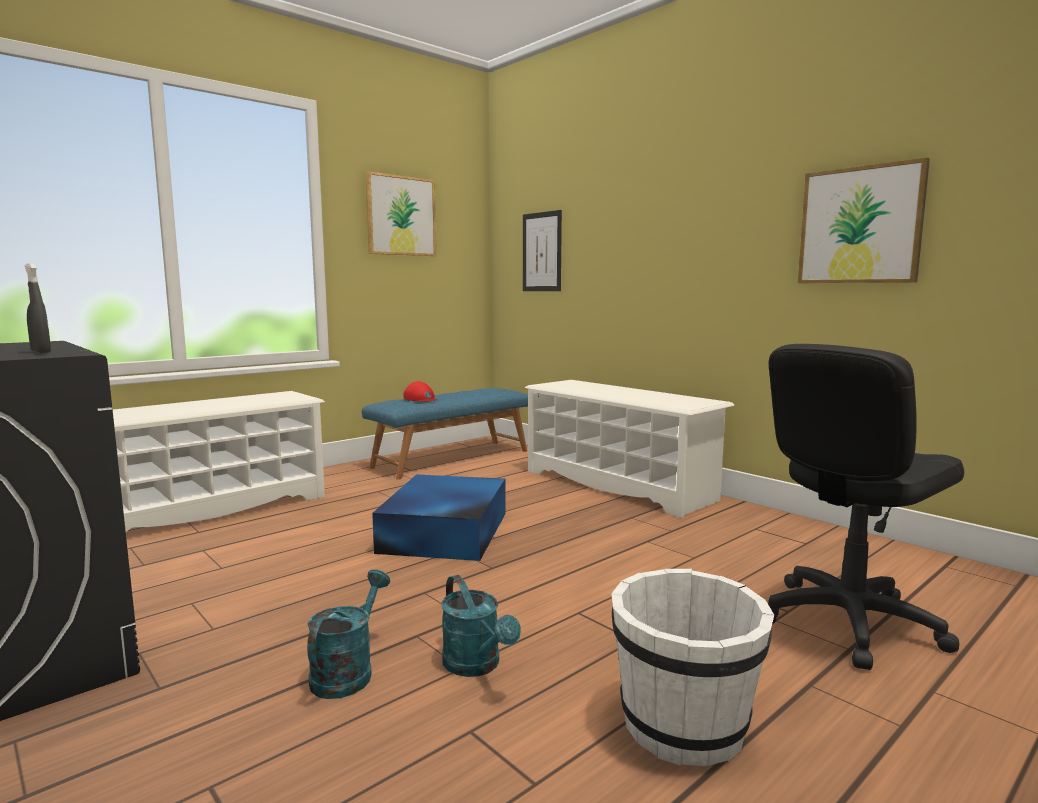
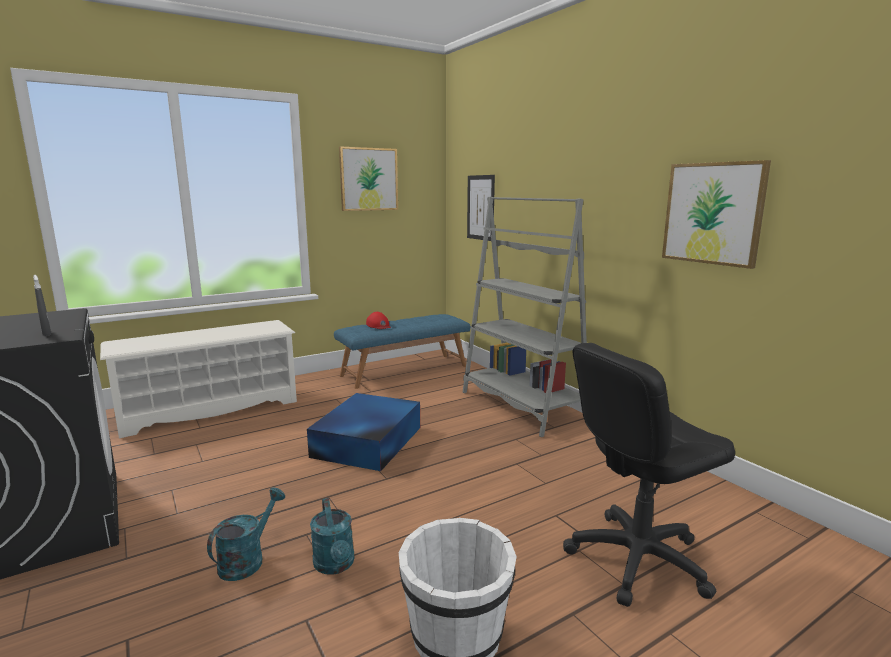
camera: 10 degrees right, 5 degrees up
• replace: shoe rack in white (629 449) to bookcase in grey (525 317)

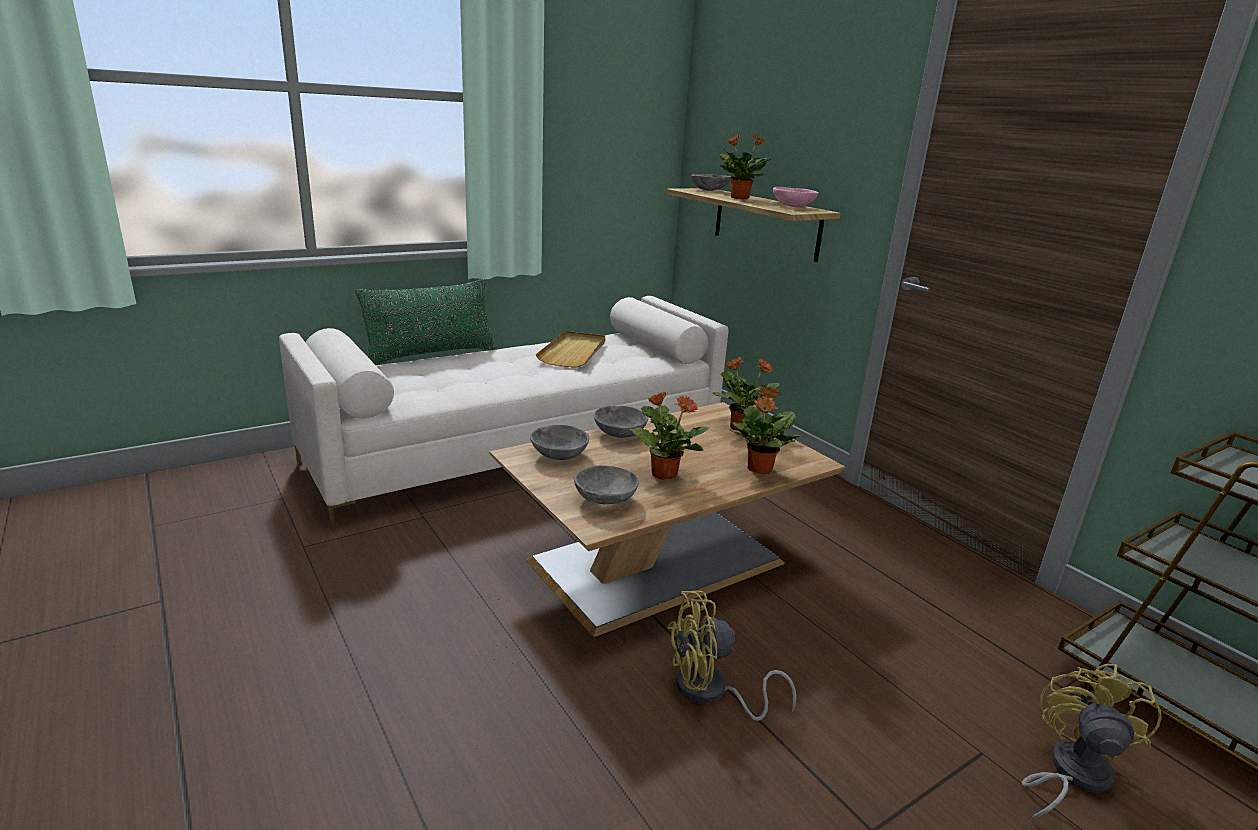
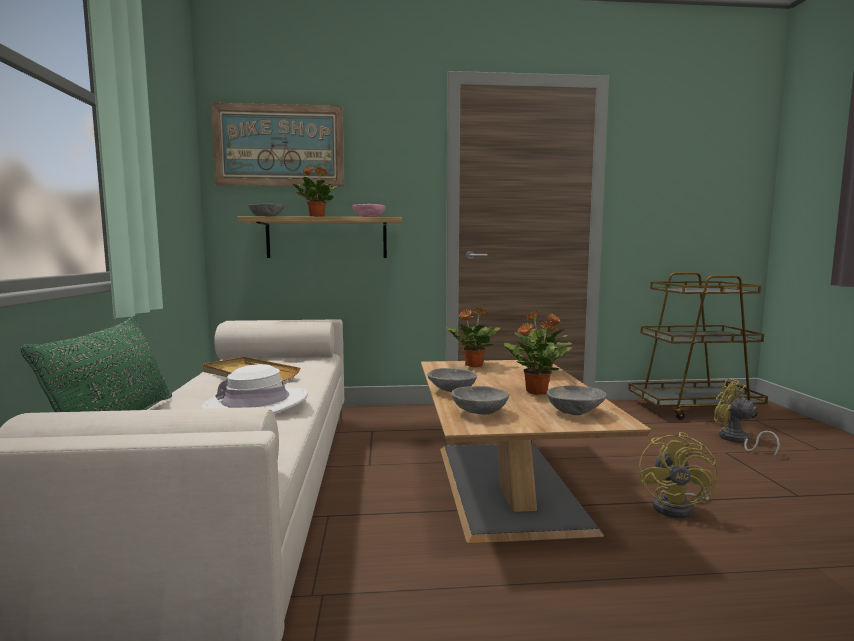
camera: 60 degrees left, 15 degrees down
• insert: hat in white (255 389)
• insert: picture (277 145)

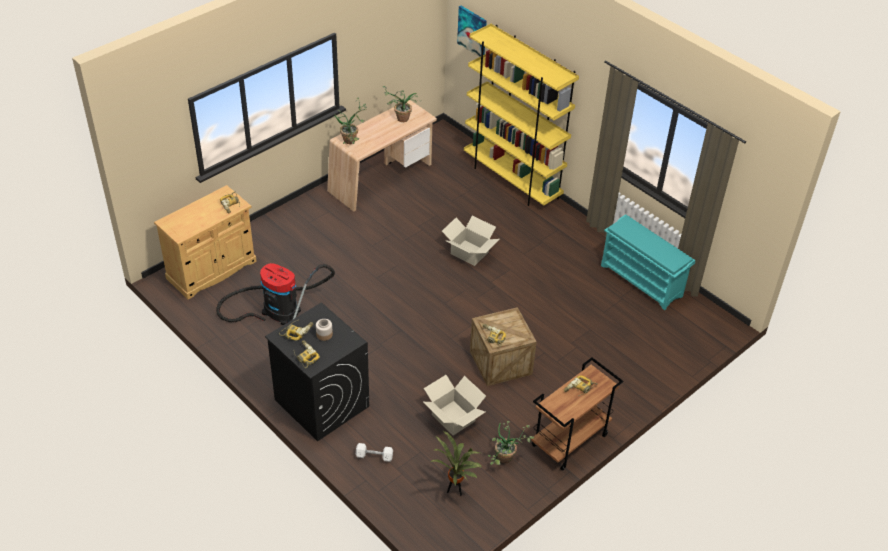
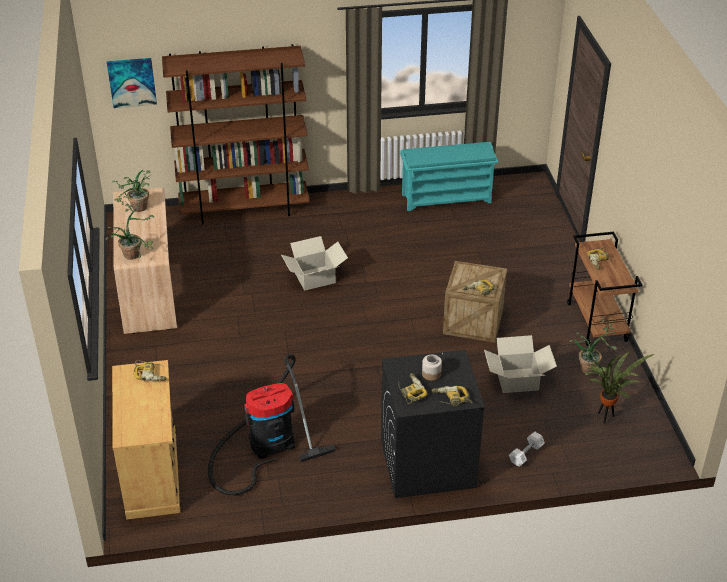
camera: 55 degrees left, 5 degrees down
• recolor: bookcase in yellow (521 115) to bookcase in brown (236 134)

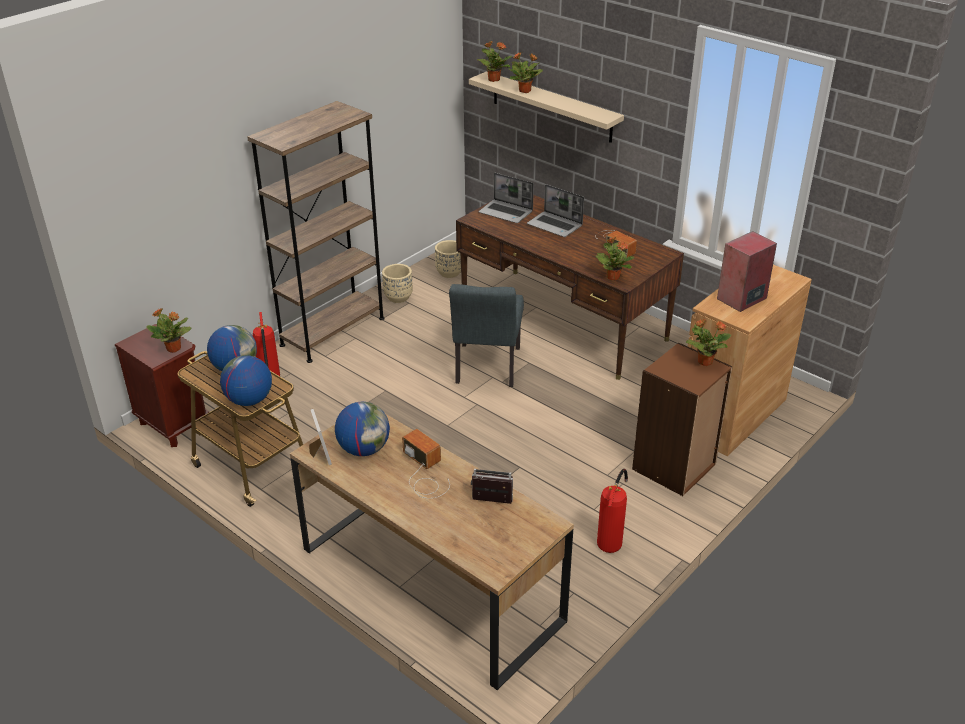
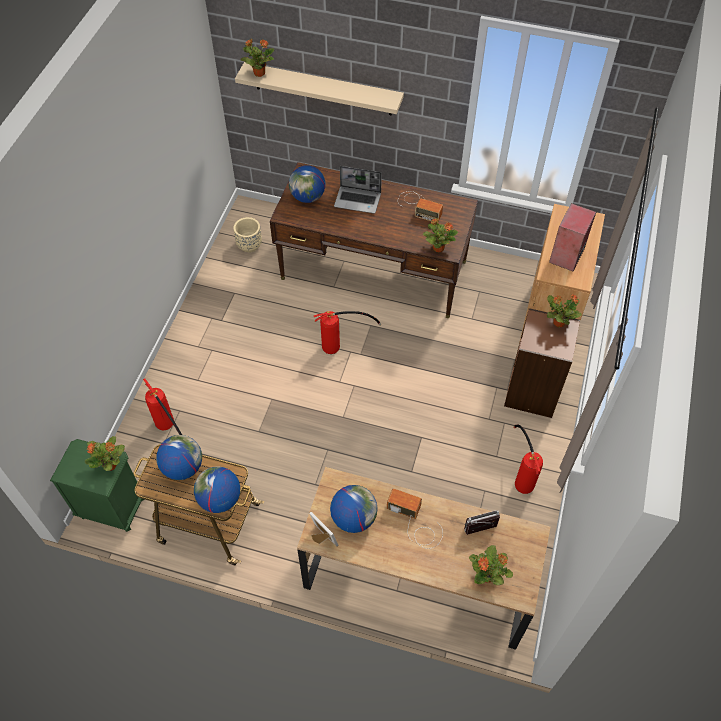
camera: 25 degrees left, 20 degrees up
• recolor: nightstand in brown (161 385) to nightstand in green (97 485)
• delete: bookcase in brown (316 232)
• delete: planter in beige (397 283)
• replace: chair in grey (486 335) to fire extinguisher (347 332)
• replace: laptop (506 198) to globe (307 184)
• move: potted plant (525 72) to (491 565)

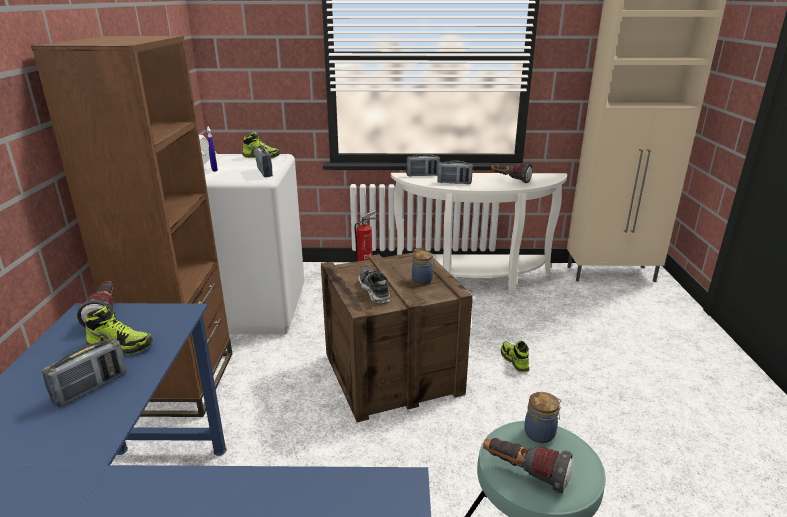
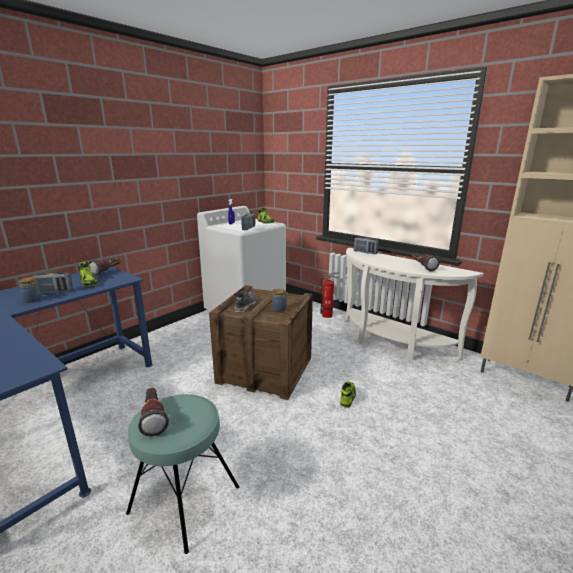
camera: 40 degrees right, 5 degrees down
• delete: bookcase in brown (131 226)
• delete: radio (455 172)
• move: jar (543 417) to (30 290)

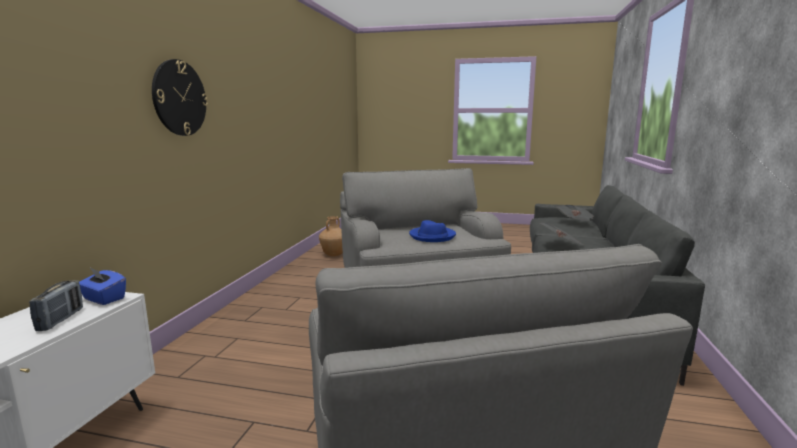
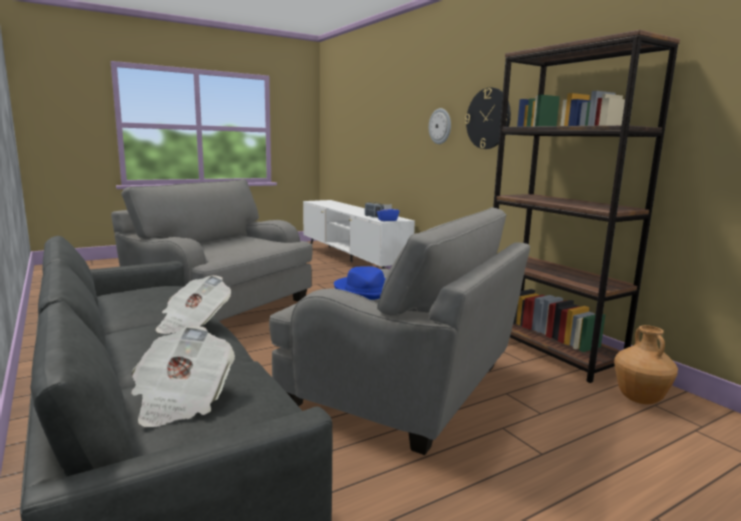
camera: 135 degrees right, 0 degrees up
• insert: wall clock (440 126)
• insert: bookcase in brown (586 206)

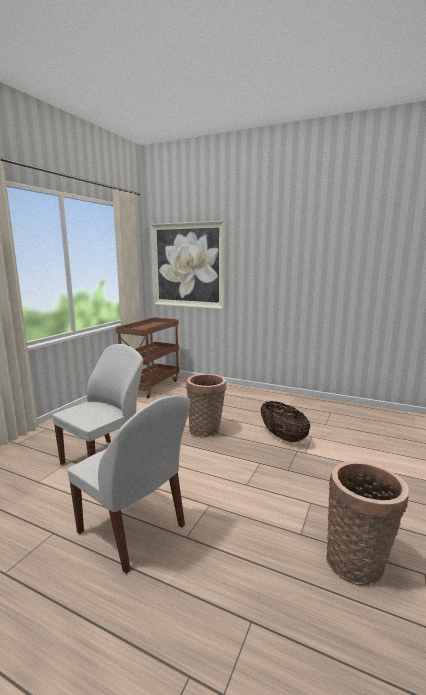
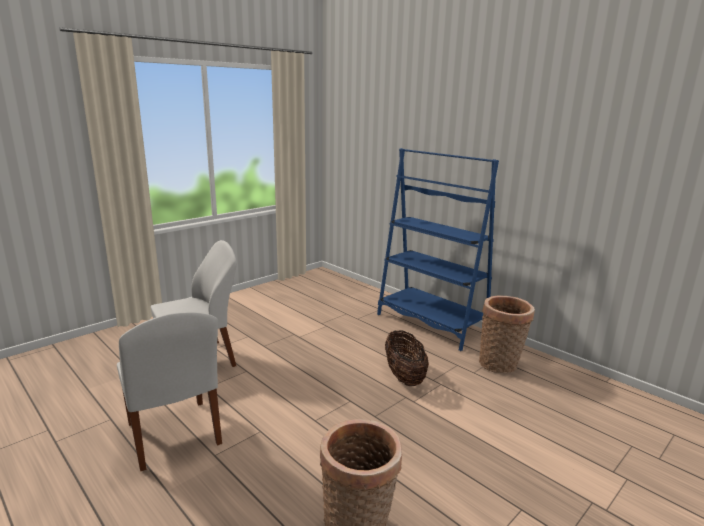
camera: 20 degrees right, 5 degrees up
• delete: cart in brown (148 357)
• delete: picture (188 265)
• move: basket (206 406) to (507 335)
• insert: bookcase in blue (438 249)

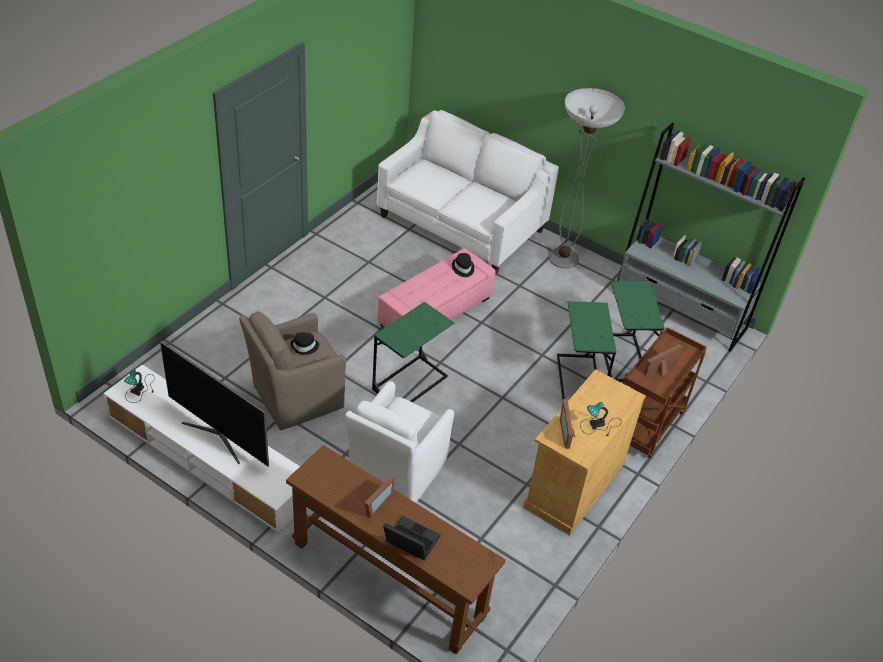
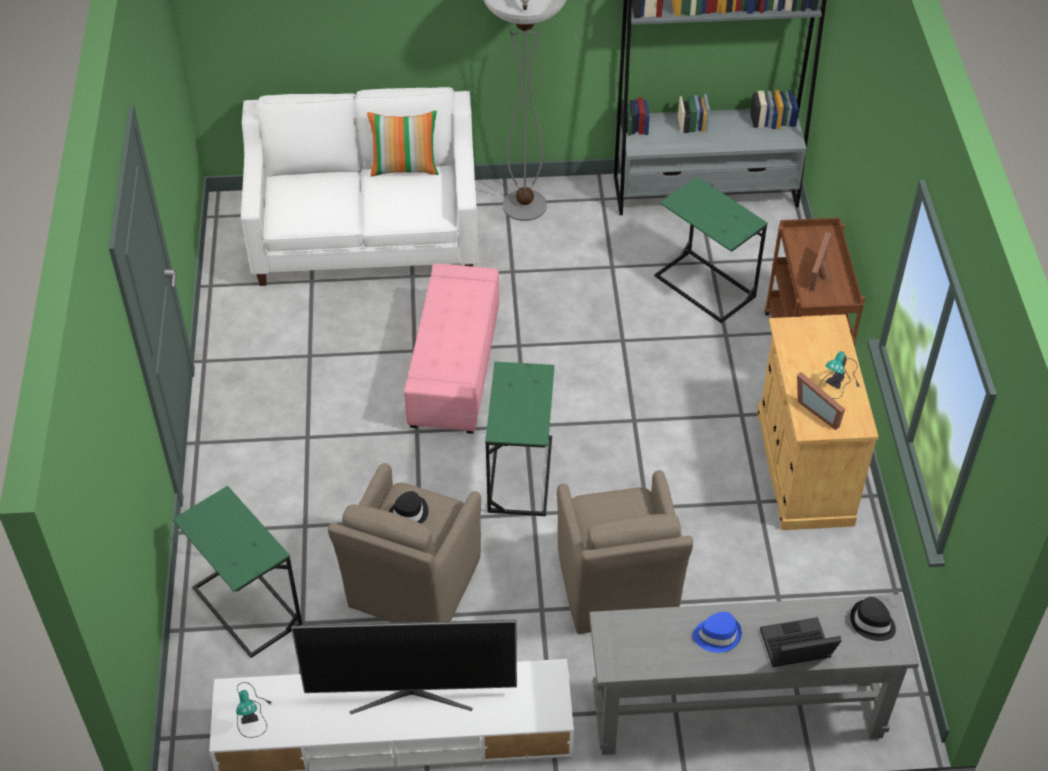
camera: 35 degrees left, 5 degrees up
• recolor: console table in brown (396 550) to console table in grey (754 674)
• recolor: armchair in white (399 442) to armchair in brown (625 552)
• replace: picture frame (379 497) to hat in blue (717 632)
• move: hat in black (463 265) to (873 619)
• move: side table in green (586 350) to (238 572)
• insert: pillow (403 143)

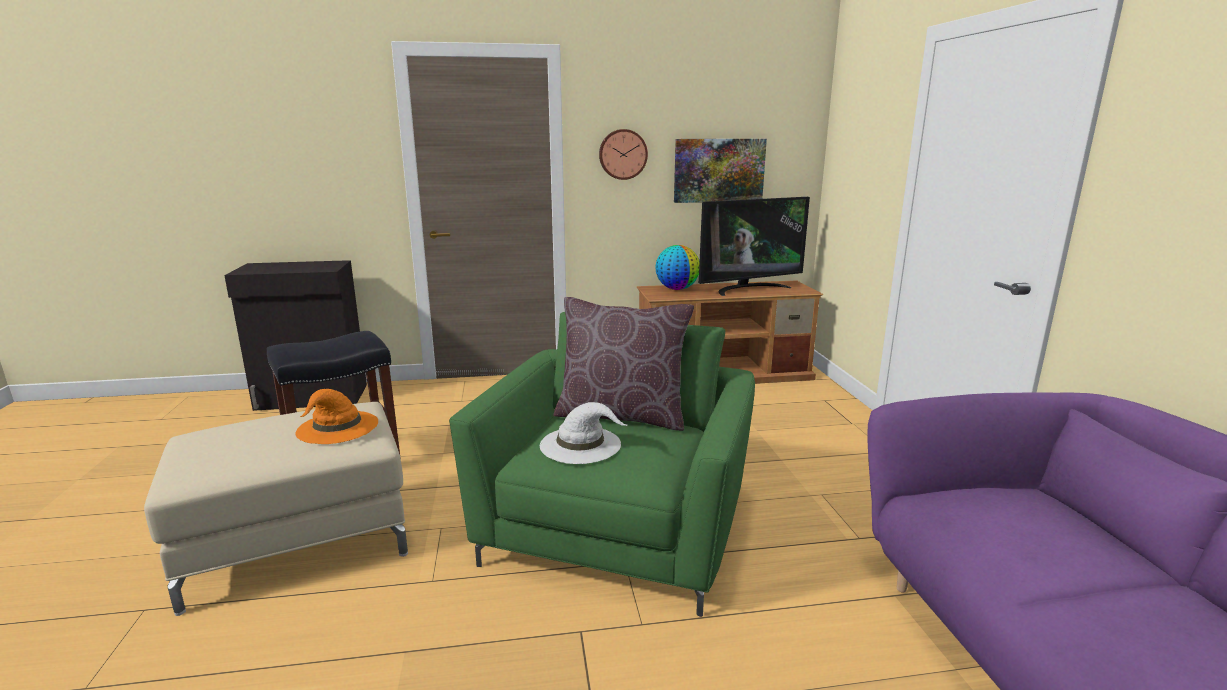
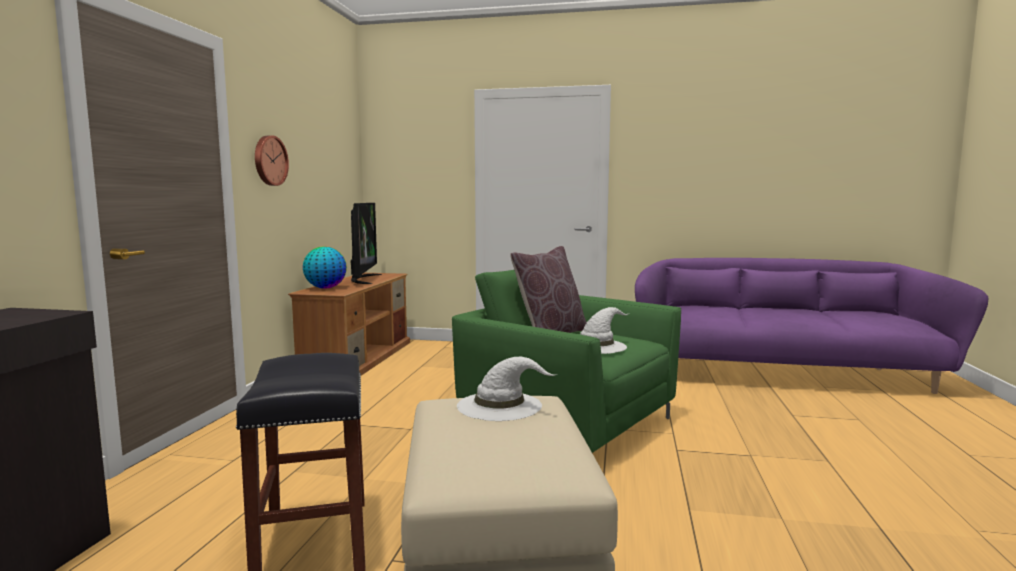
camera: 70 degrees left, 10 degrees down
• recolor: hat in orange (336 416) to hat in white (507 388)
• delete: picture (720 171)

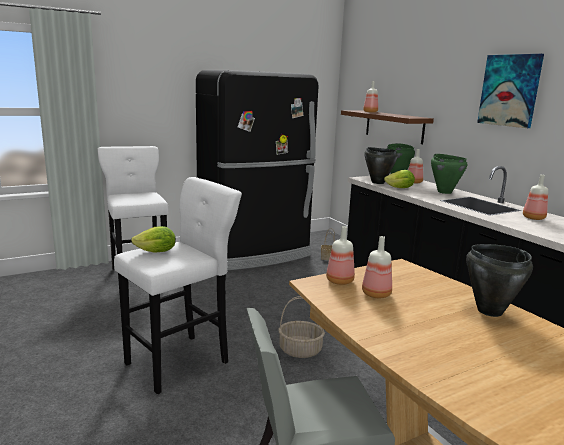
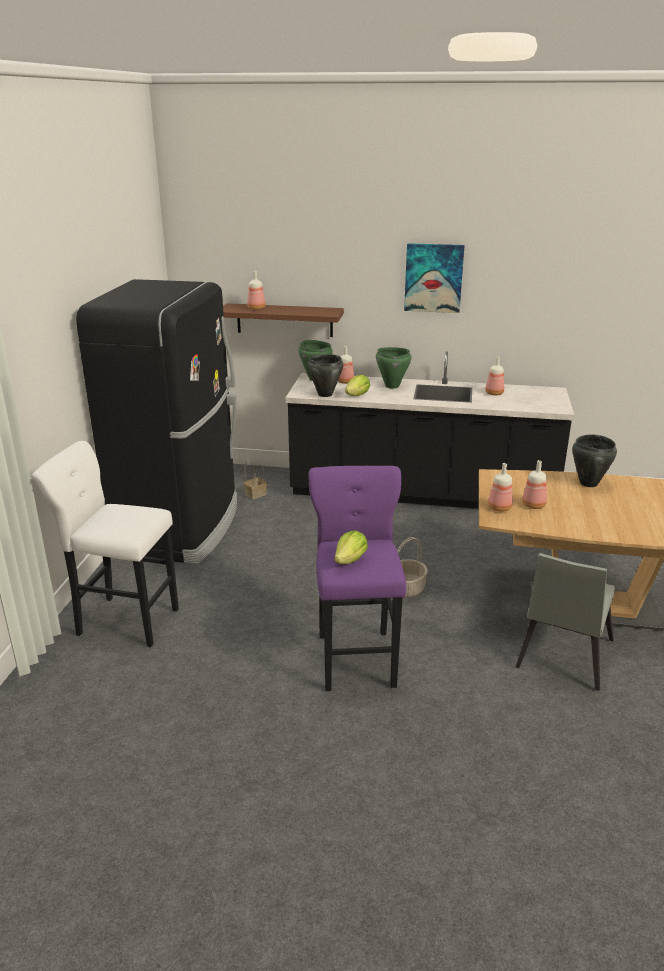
camera: 50 degrees left, 10 degrees up
• recolor: stool in white (178 285) to stool in purple (357 578)

